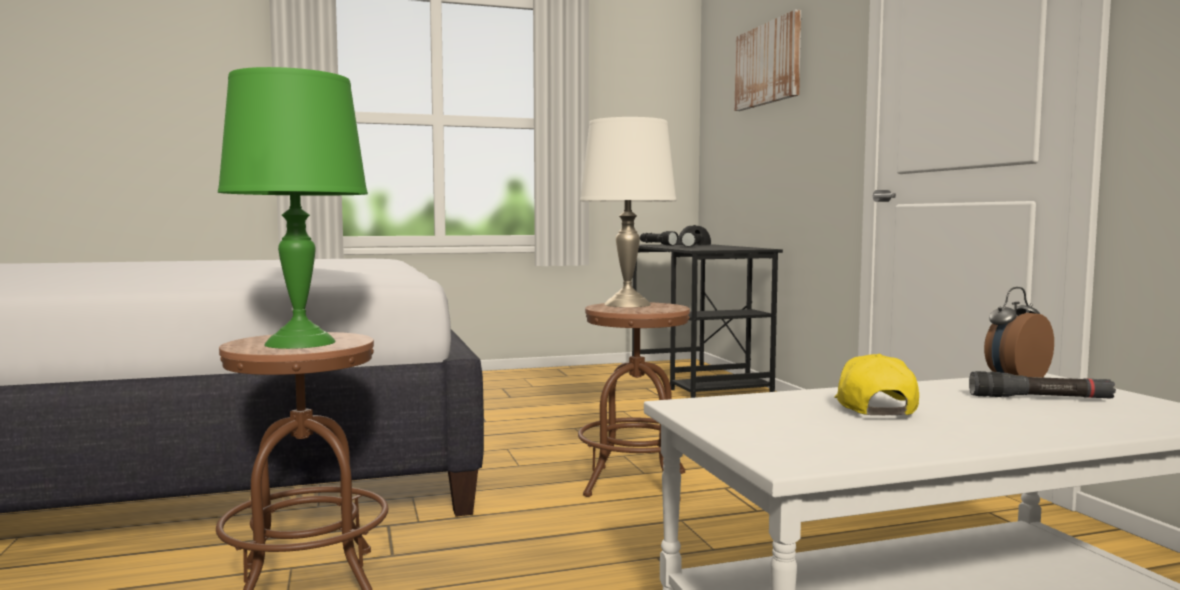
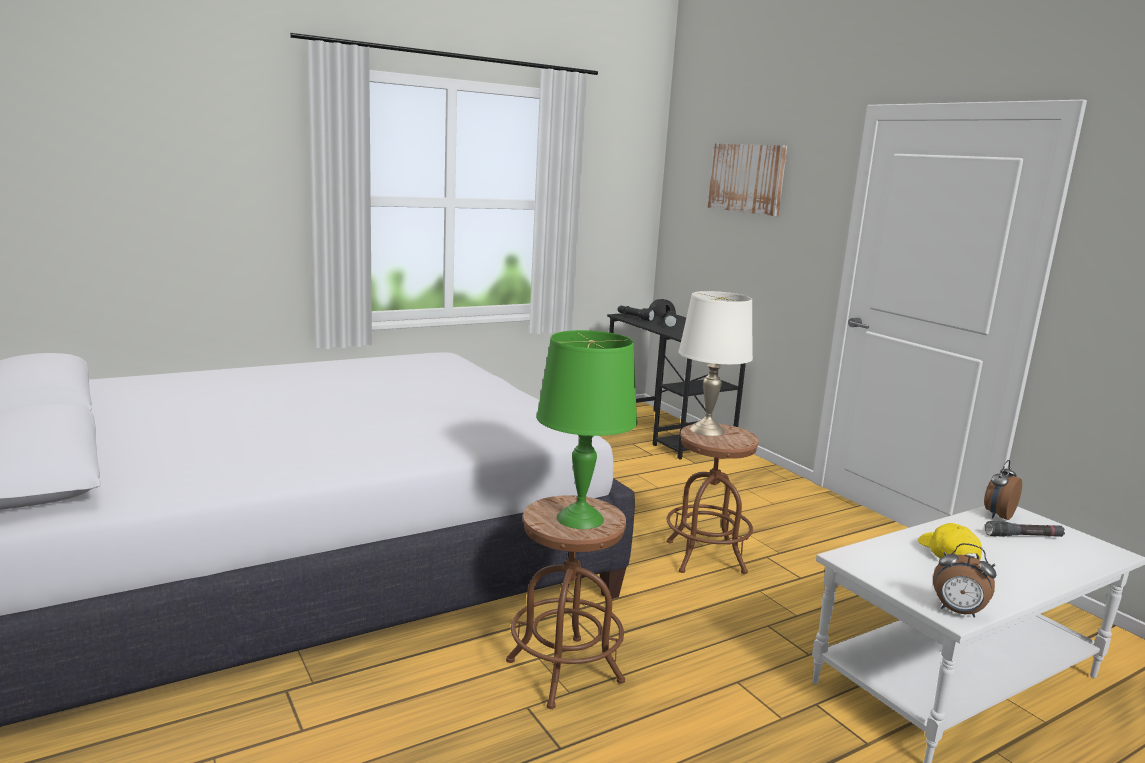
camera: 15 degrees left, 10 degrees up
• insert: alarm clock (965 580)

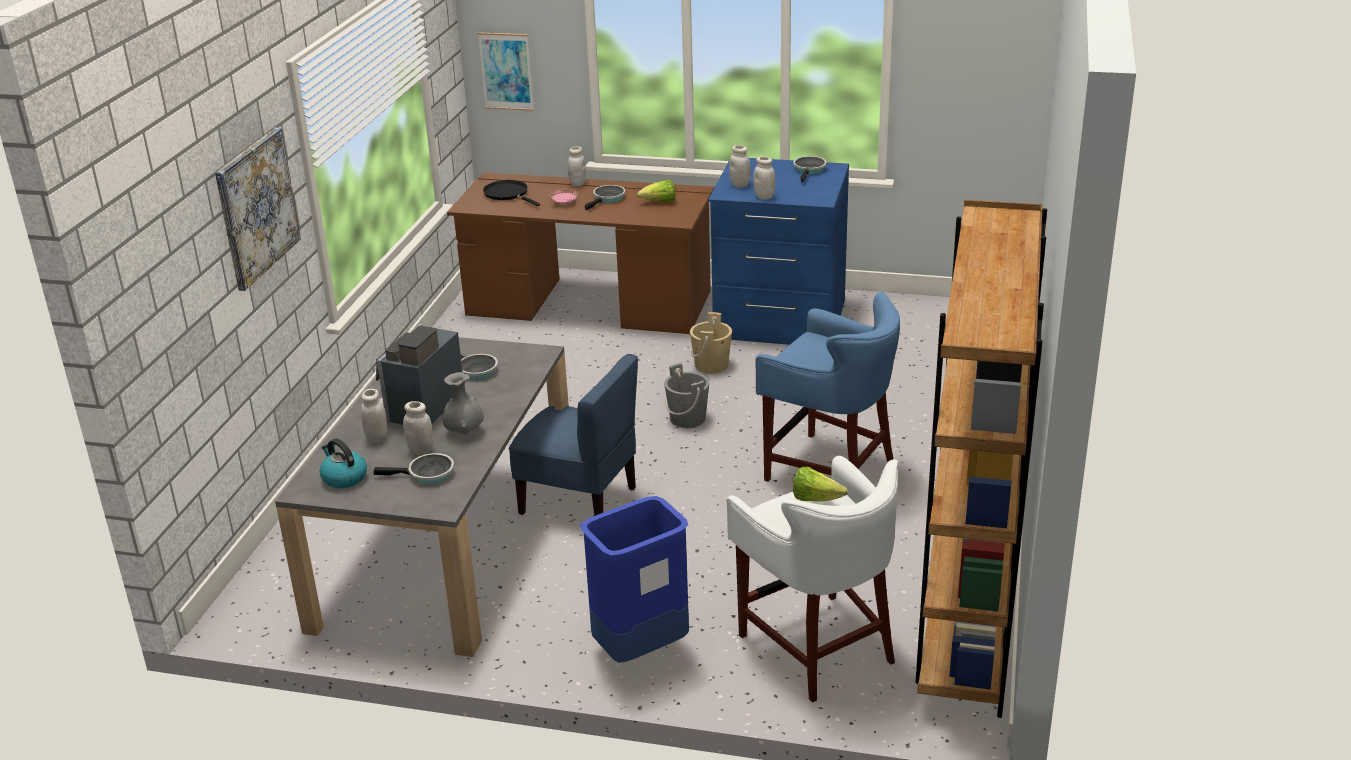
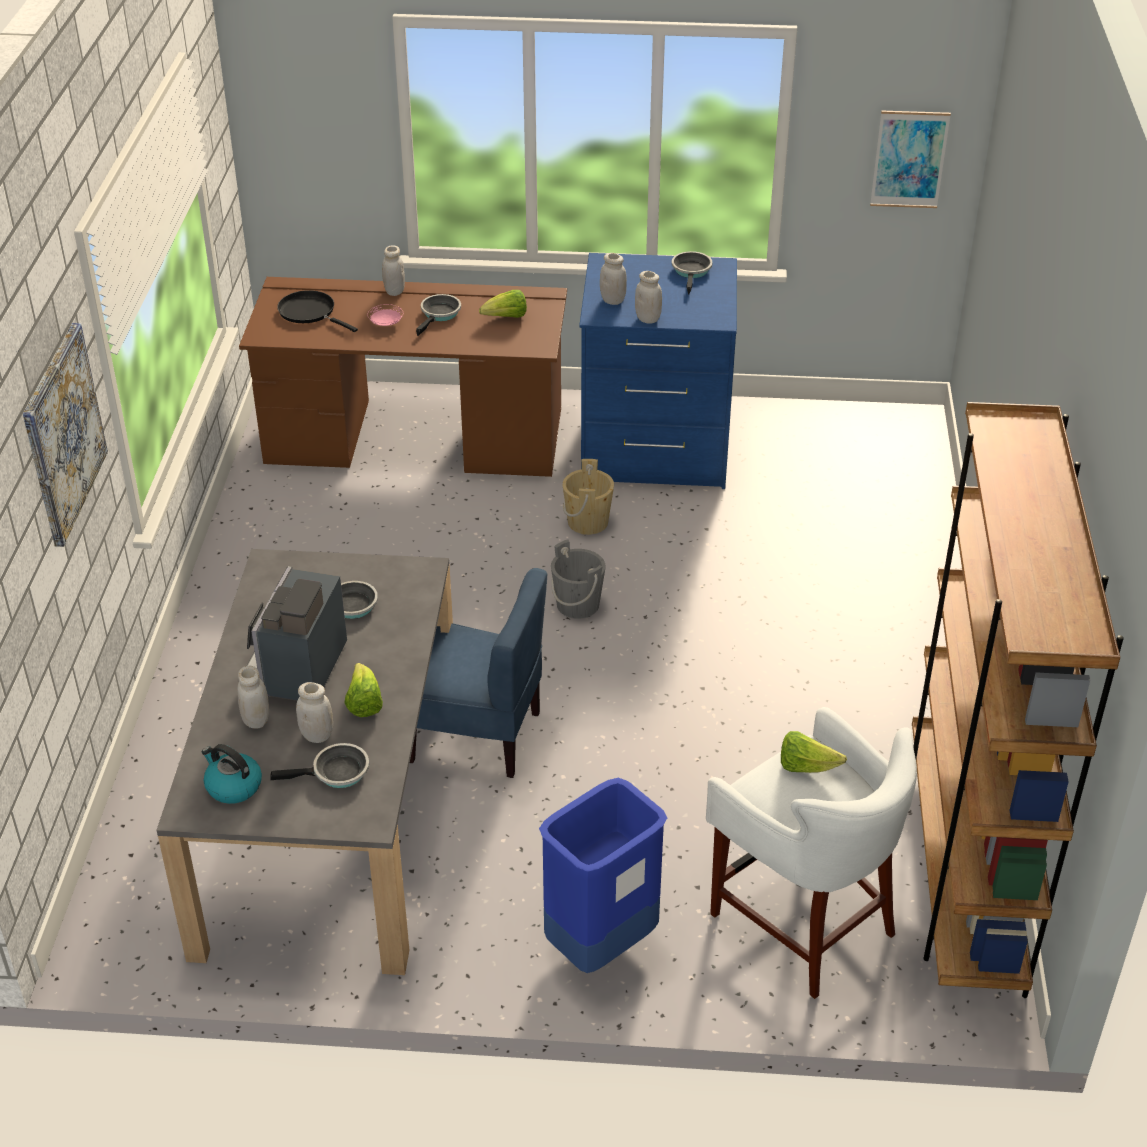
camera: 10 degrees left, 10 degrees up
• replace: vase in grey (463 403) to lettuce (363 690)
• move: picture (506 71) to (910 159)
• delete: stool in blue (828 387)

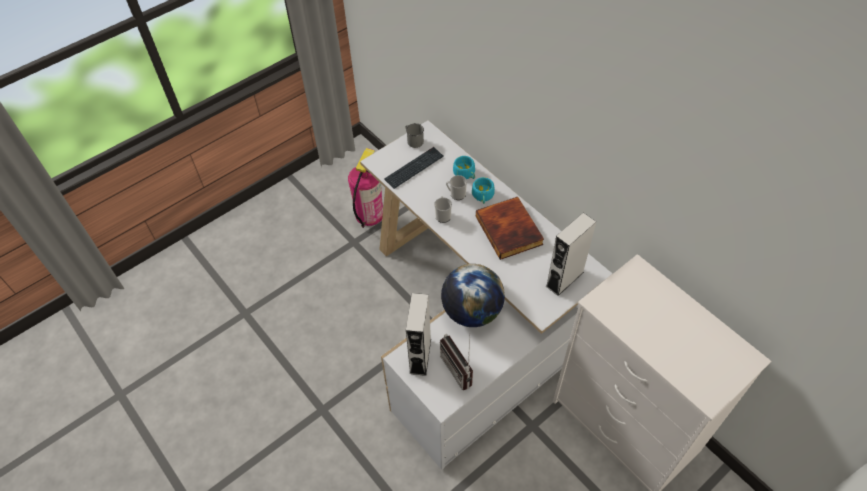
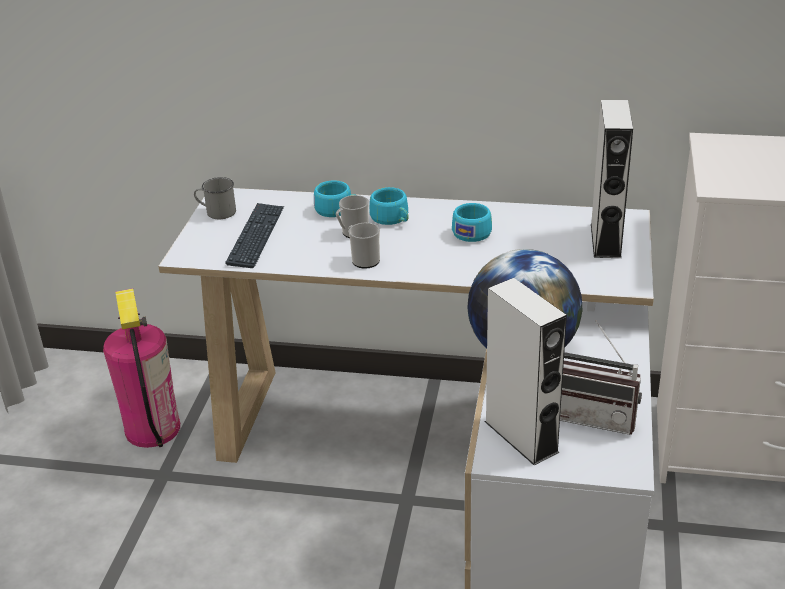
camera: 40 degrees left, 20 degrees down
• replace: book (510 228) to cup in turquoise (472 222)

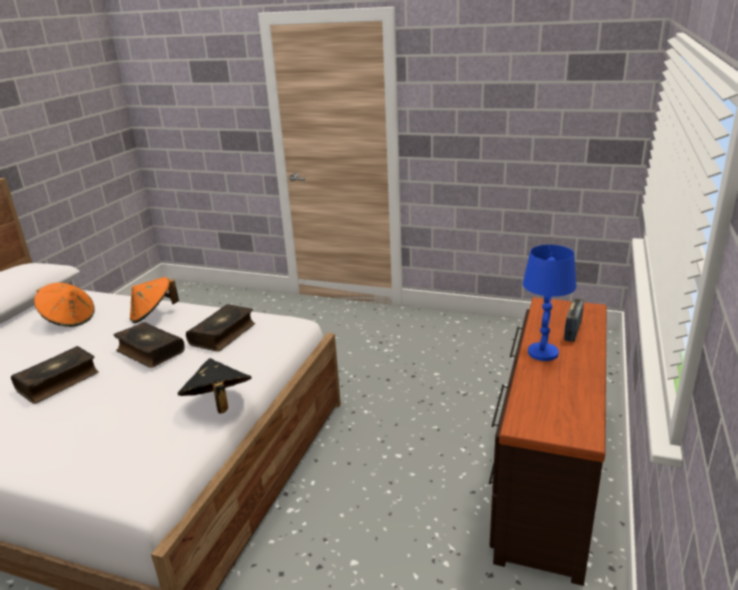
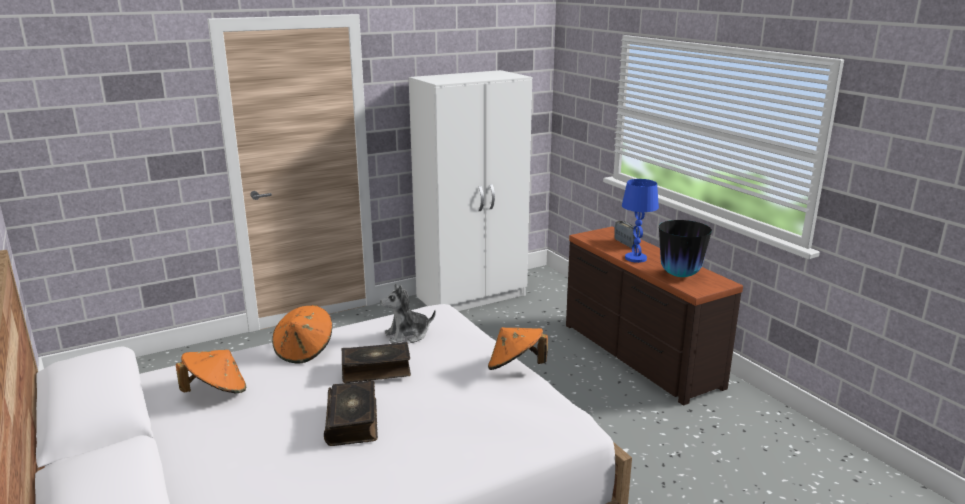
camera: 50 degrees left, 5 degrees down
• recolor: hat in black (215 385) to hat in orange (518 348)
• replace: book (220 328) to plush toy (408 314)
• insert: wardrobe in white (470 190)
• insert: vase (685 248)

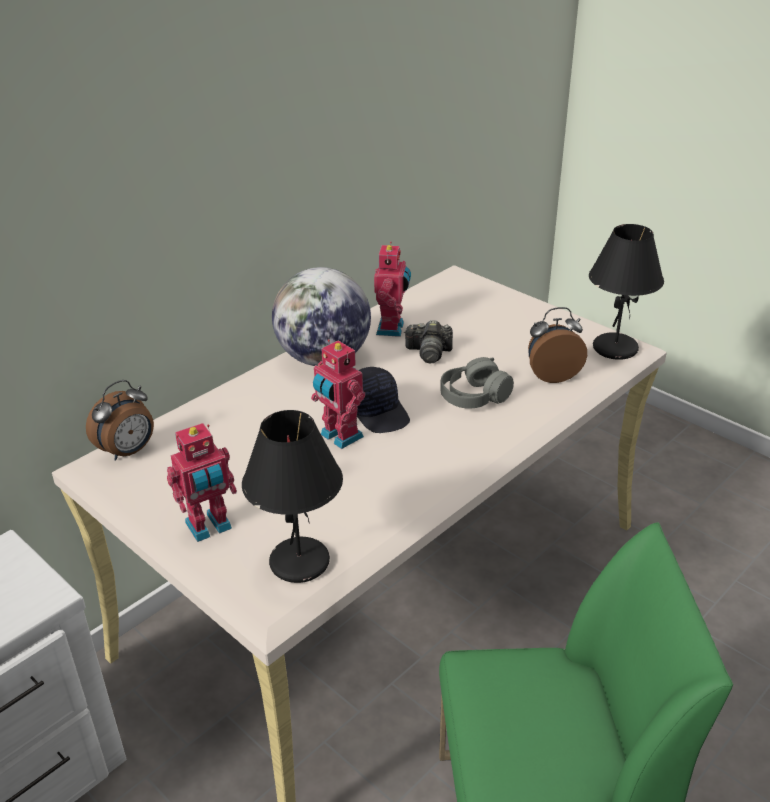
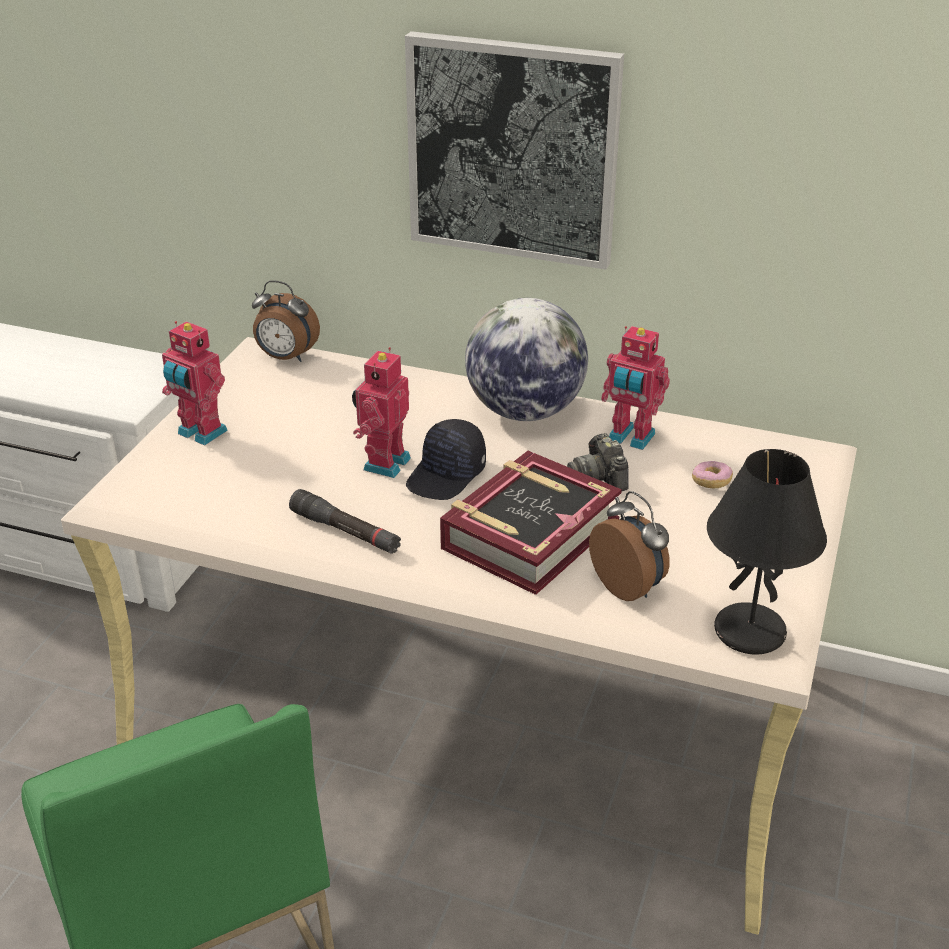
camera: 65 degrees right, 0 degrees up
• delete: table lamp in black (292 496)
• rotate: toy robot (392 289) = (635 388) 45 degrees clockwise
• replace: headphones in grey (477 383) to book (531 523)
• insert: flashlight in black (345 521)
• insert: picture (514 150)
• insert: donut (712 474)

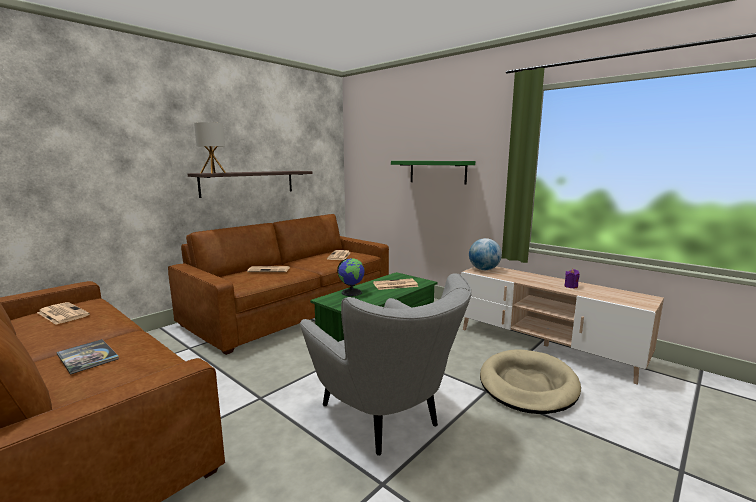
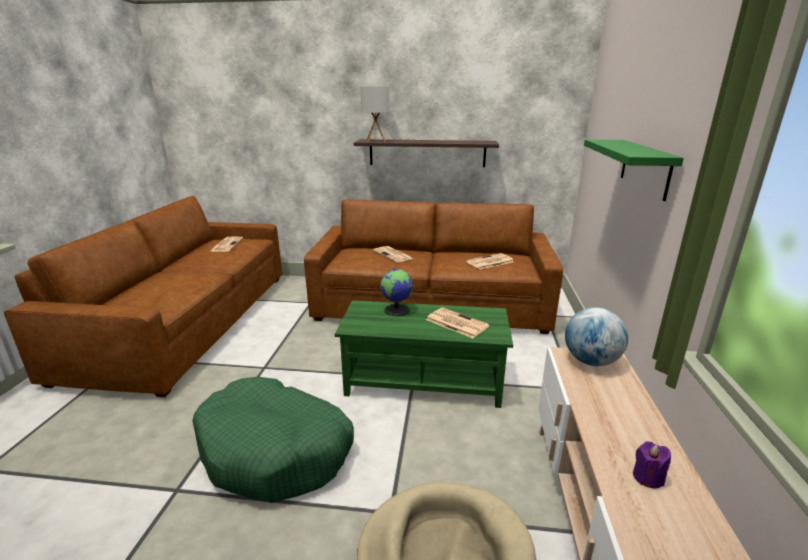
camera: 55 degrees right, 10 degrees up
• delete: book (87 357)
• replace: armchair in grey (386 364) to dog bed in green (273 440)

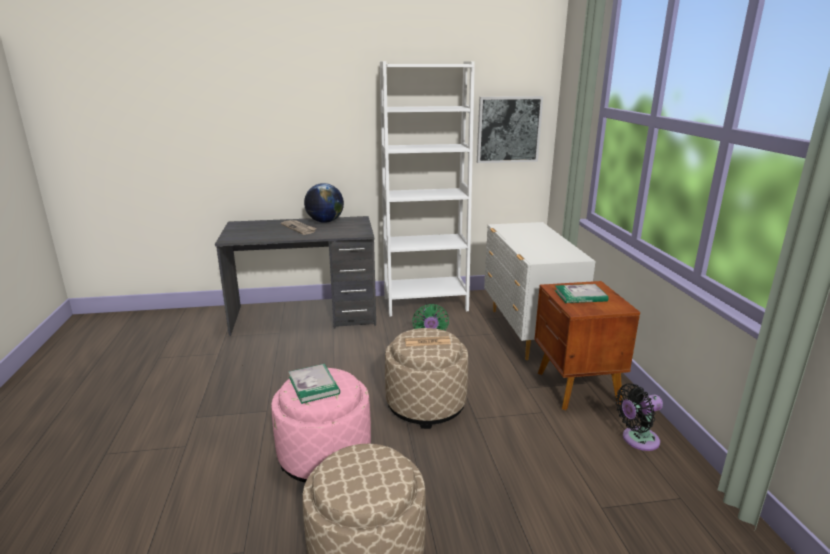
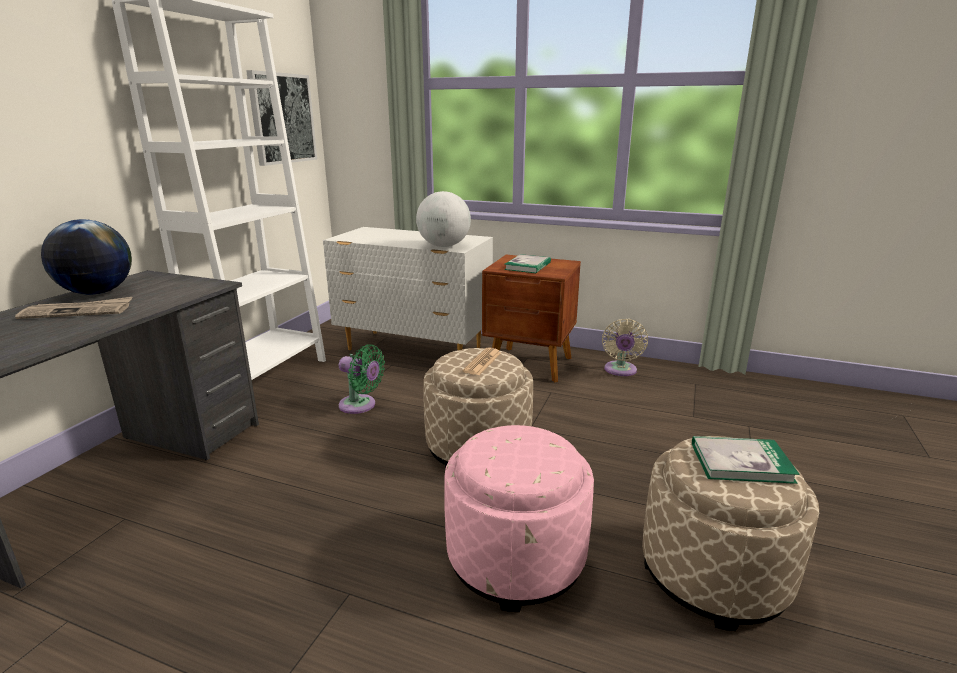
camera: 60 degrees left, 0 degrees up
• move: book (314 384) to (746 460)
• recolor: fan in black (639 417) to fan in beige (625 347)
• insert: globe (443 219)

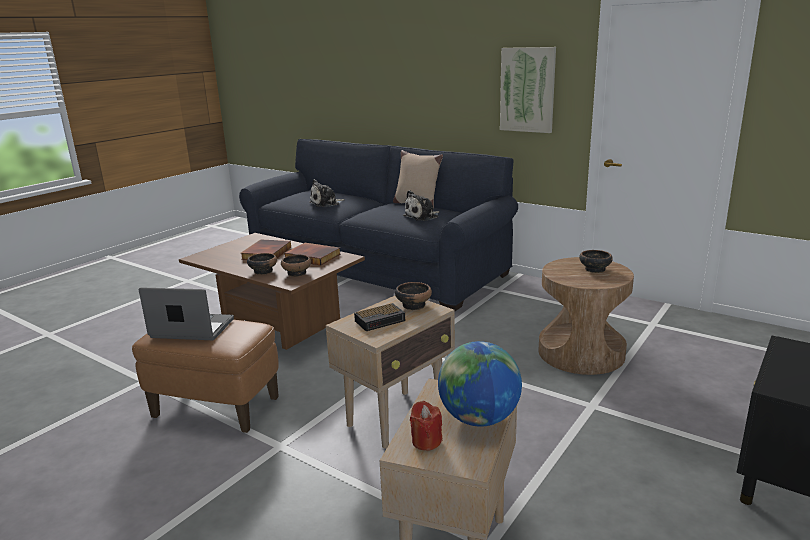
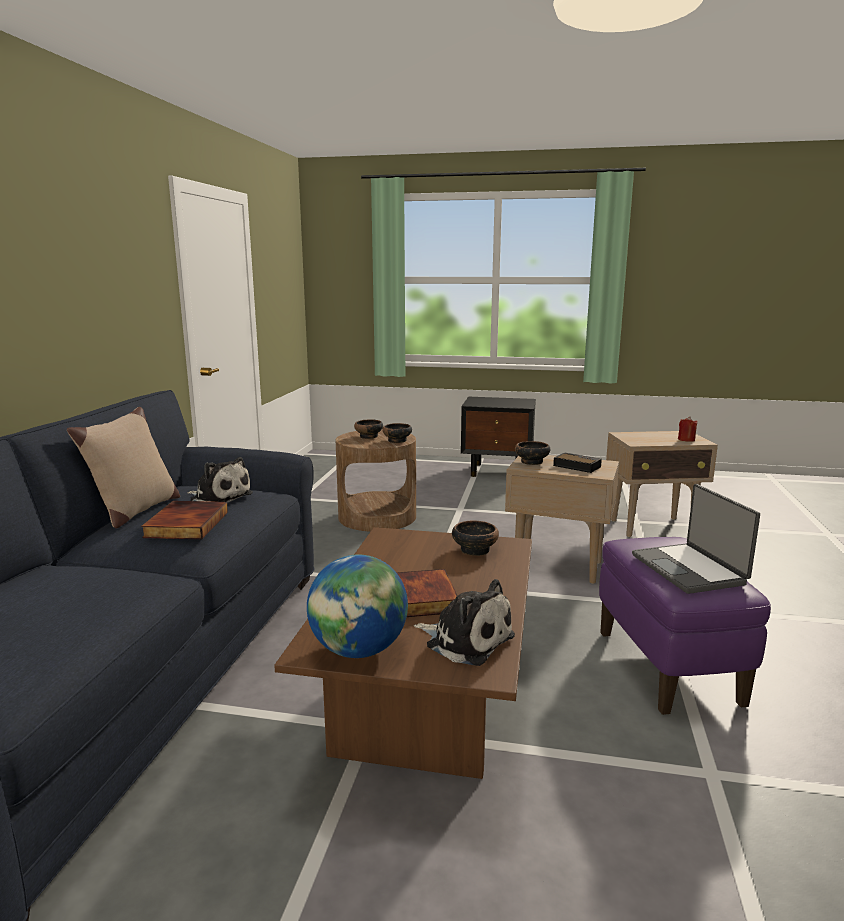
camera: 115 degrees left, 5 degrees down
• recolor: ottoman in brown (205 376) to ottoman in purple (685 626)
• move: bowl (262 264) to (397 433)
• move: book (312 254) to (184 520)
• move: plush toy (327 193) to (464 622)
• move: globe (480 384) to (357 606)
• delete: picture (528 90)

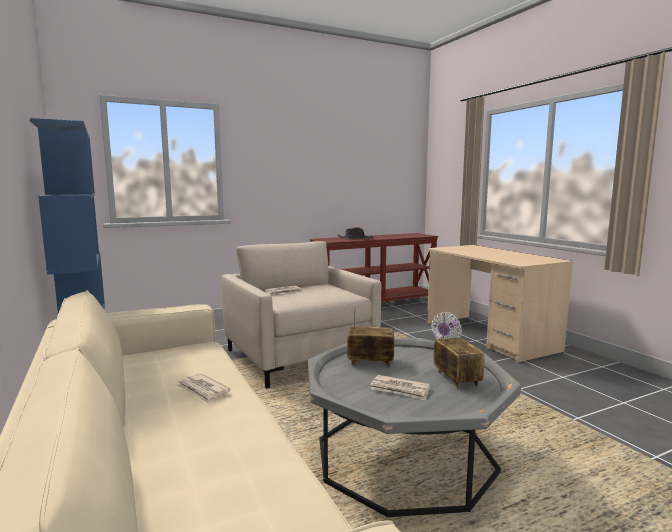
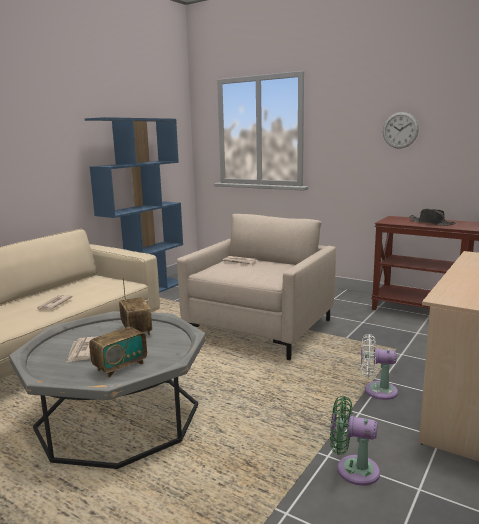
camera: 60 degrees right, 5 degrees up
• insert: fan in green (355 441)
• insert: wall clock (401 130)

